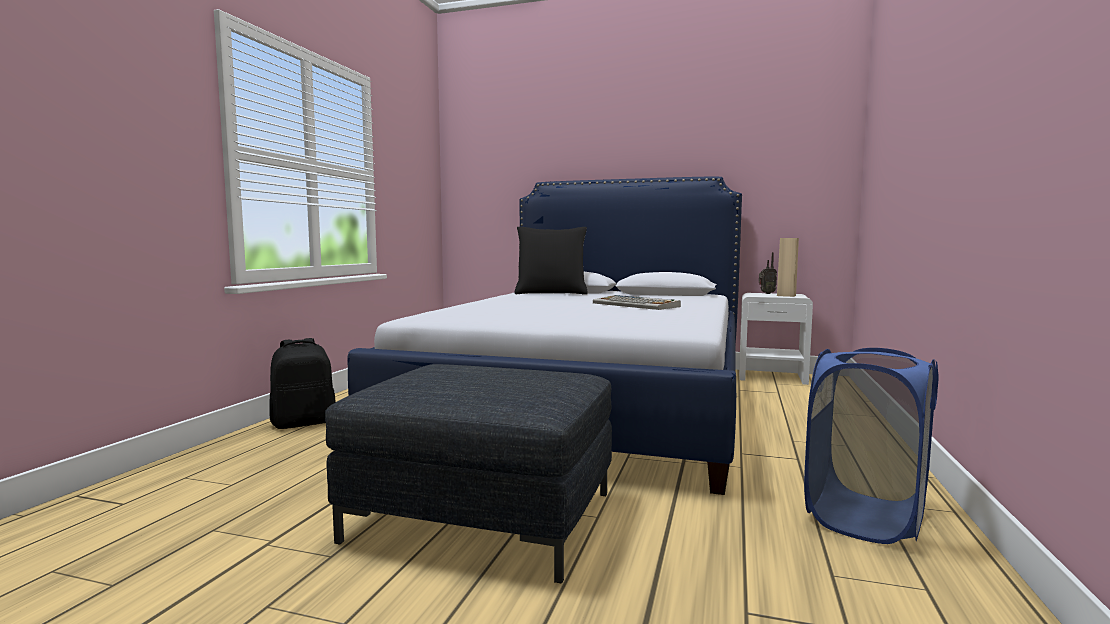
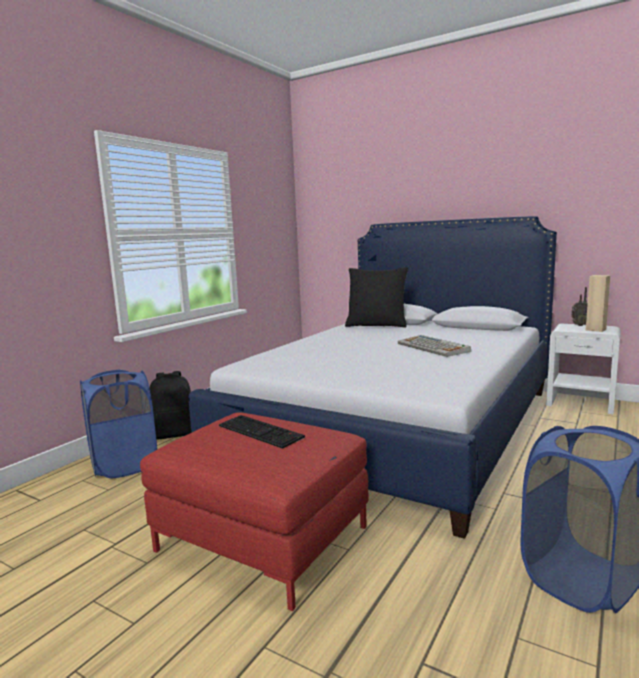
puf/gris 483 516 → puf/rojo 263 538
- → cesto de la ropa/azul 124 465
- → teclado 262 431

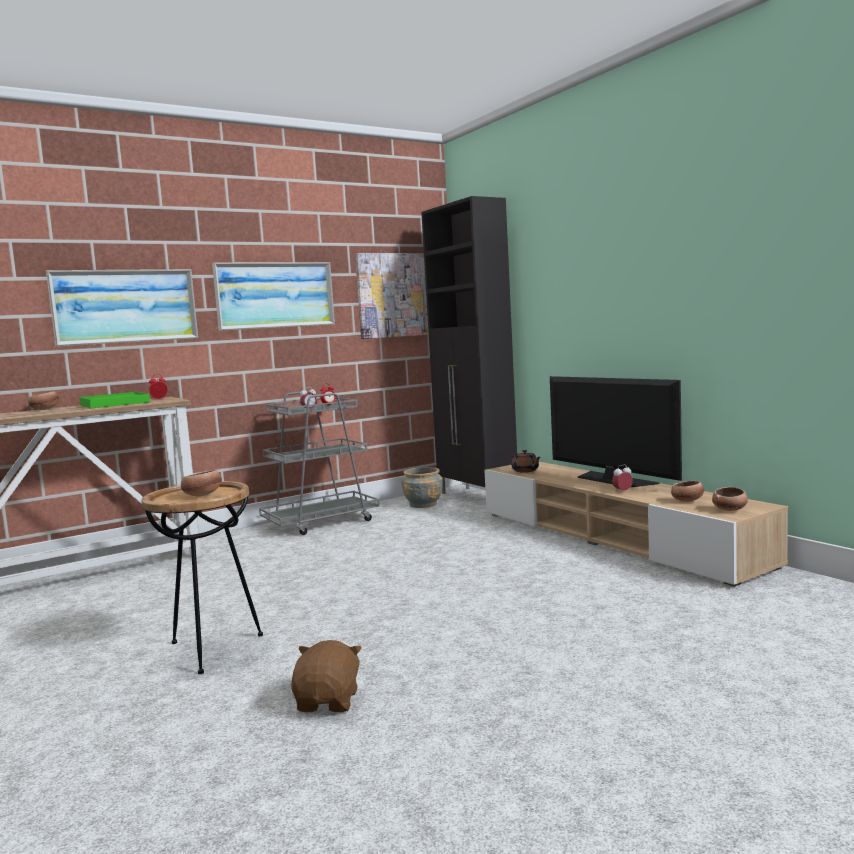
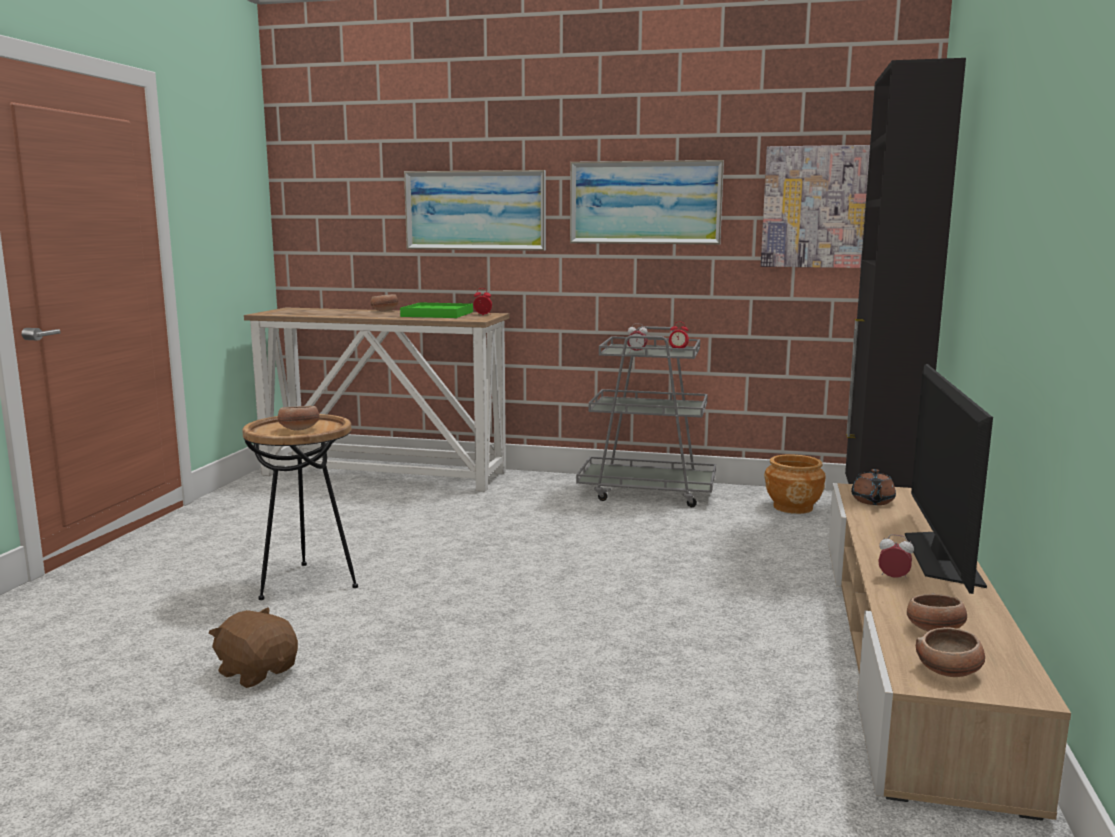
peluche/marrón 329 701 → peluche/marrón 257 671, 105 degrees counterclockwise
maceta/gris 423 504 → maceta/marrón 792 507

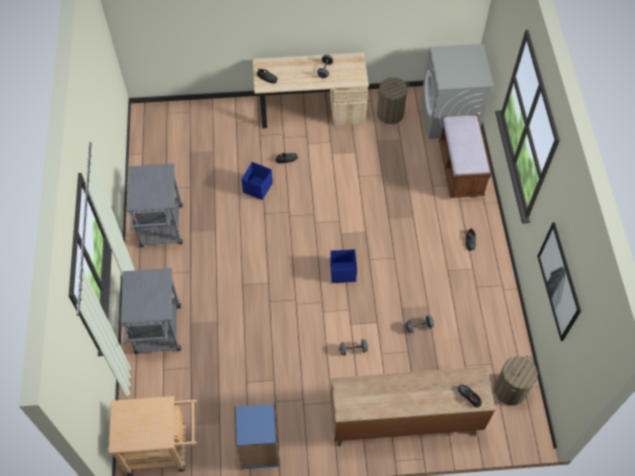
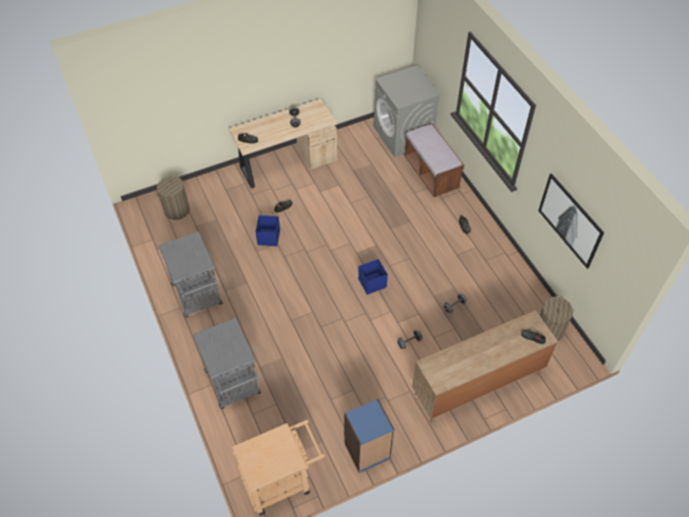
cesto de la ropa 390 114 → cesto de la ropa 177 210, move

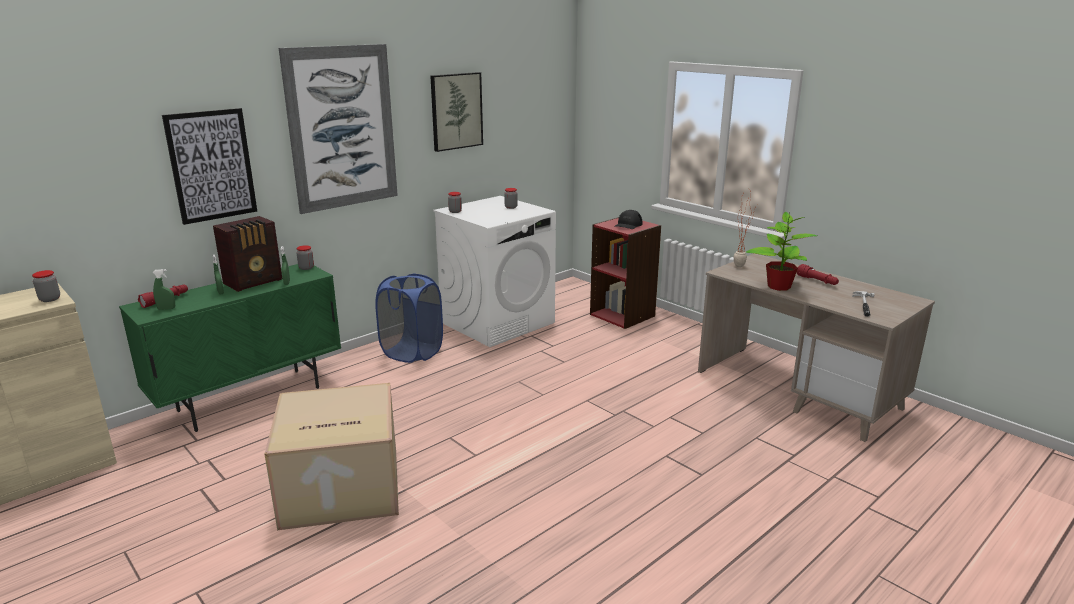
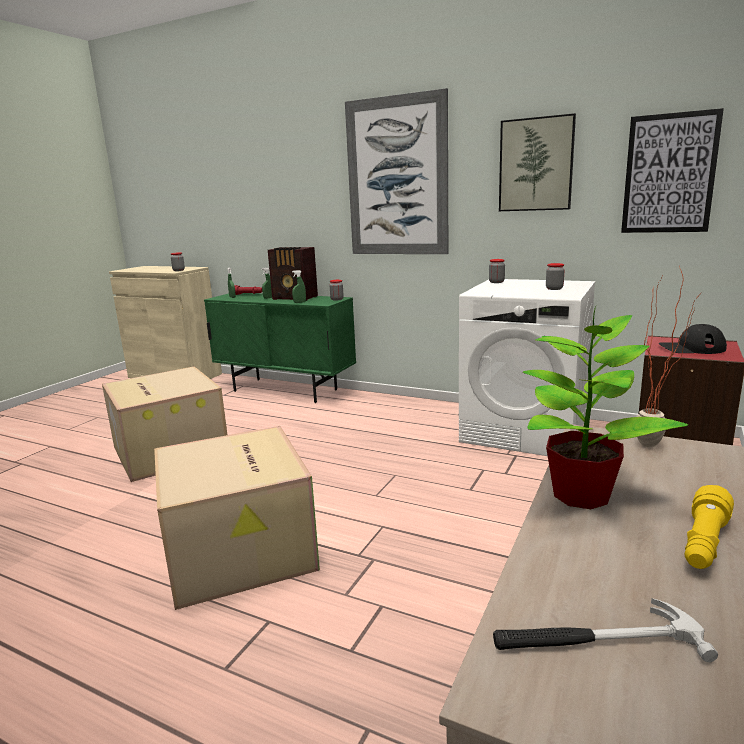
cuadro 211 165 → cuadro 669 174, move
cesto de la ropa/azul 412 352 → -
linterna/rojo 817 281 → linterna/amarillo 704 543
- → caja de cartón 241 550

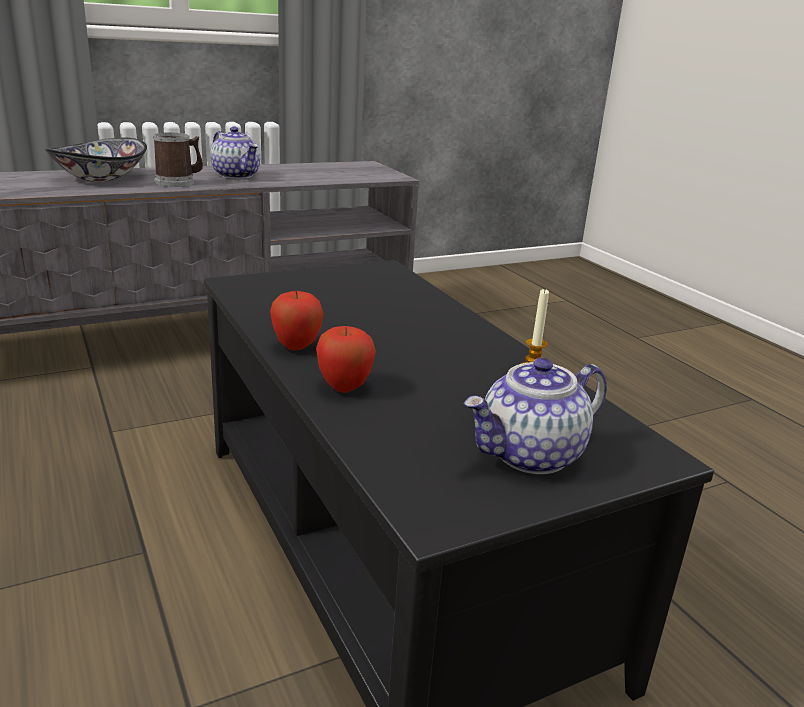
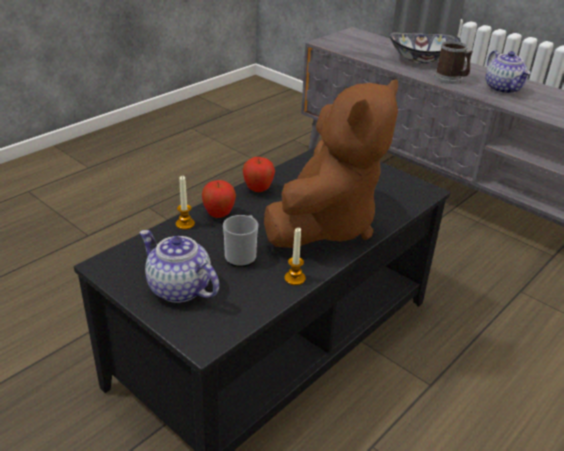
tetera 237 175 → tetera 503 89, 45 degrees counterclockwise
- → vela 185 224
- → taza grande 242 255
- → peluche/marrón 325 224

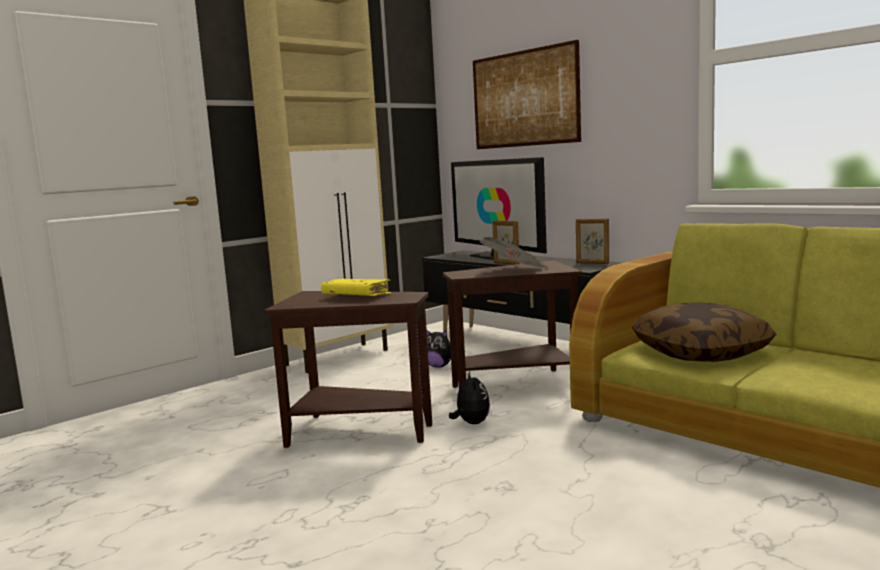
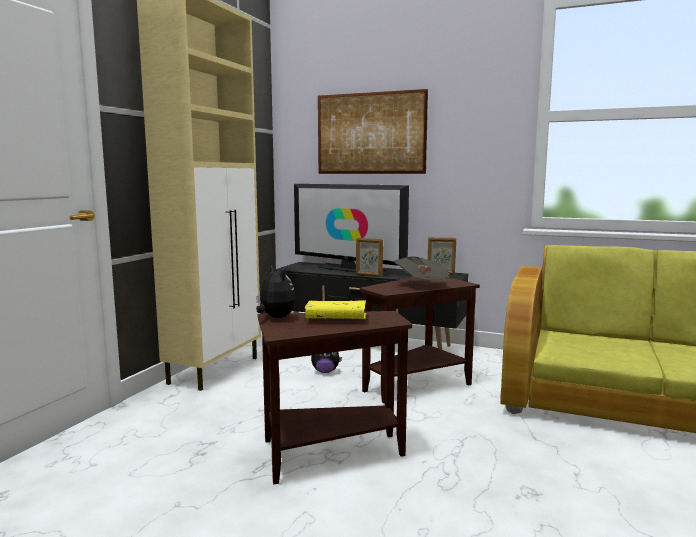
peluche 471 423 → peluche 275 318, move
cojín 701 353 → -

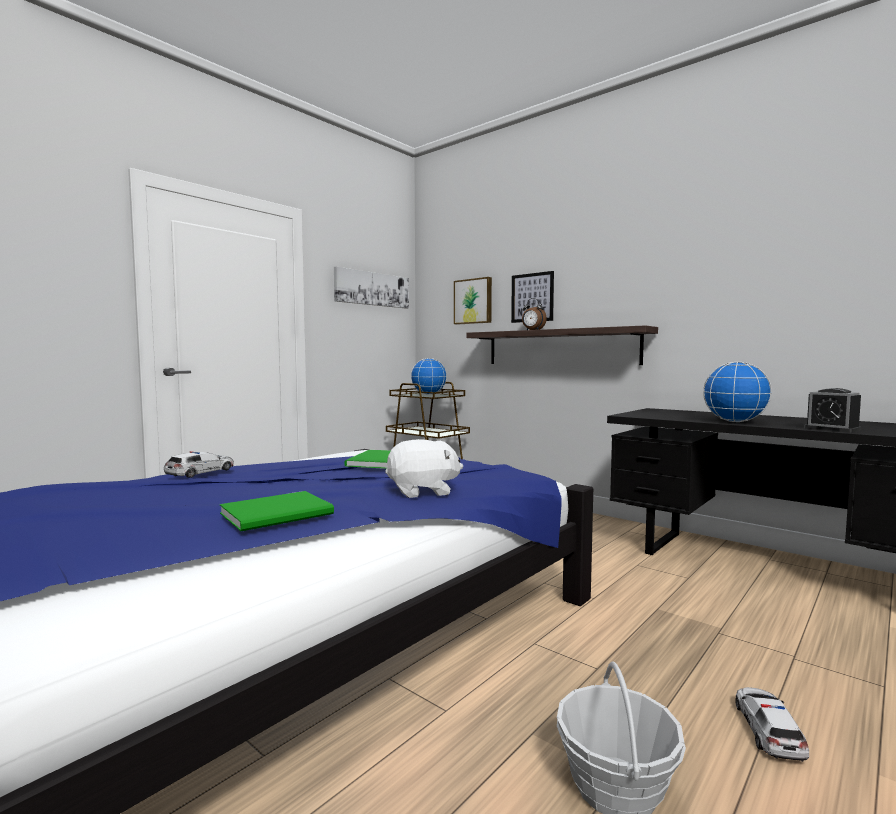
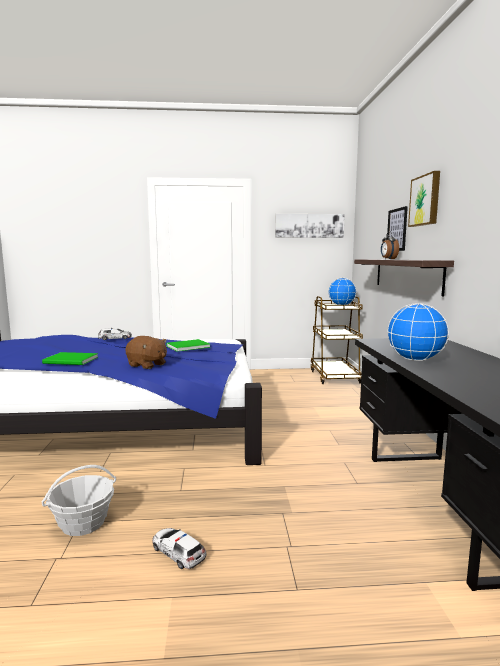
peluche/blanco 423 492 → peluche/marrón 147 365
cuadro 473 301 → cuadro 426 200, move
coche de juguete 768 730 → coche de juguete 178 552, 105 degrees counterclockwise
despertador 832 429 → -

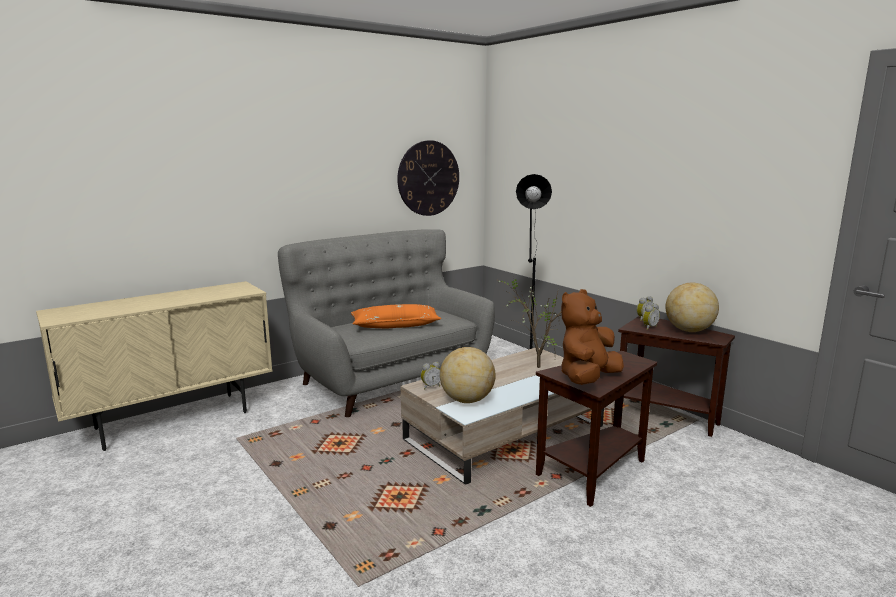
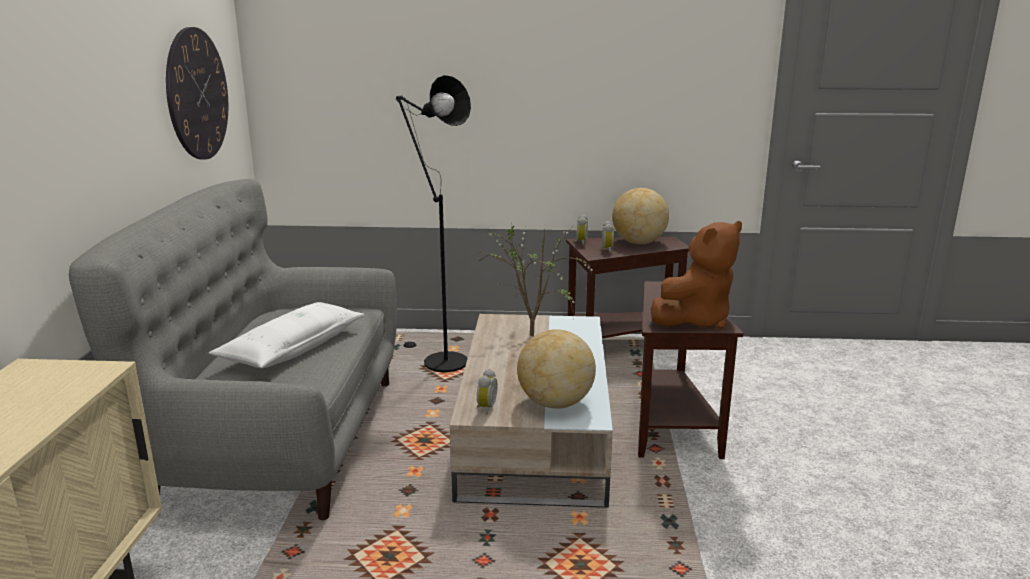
cojín/naranja 395 325 → cojín/blanco 293 348
peluche/marrón 587 379 → peluche/marrón 695 320, 120 degrees counterclockwise

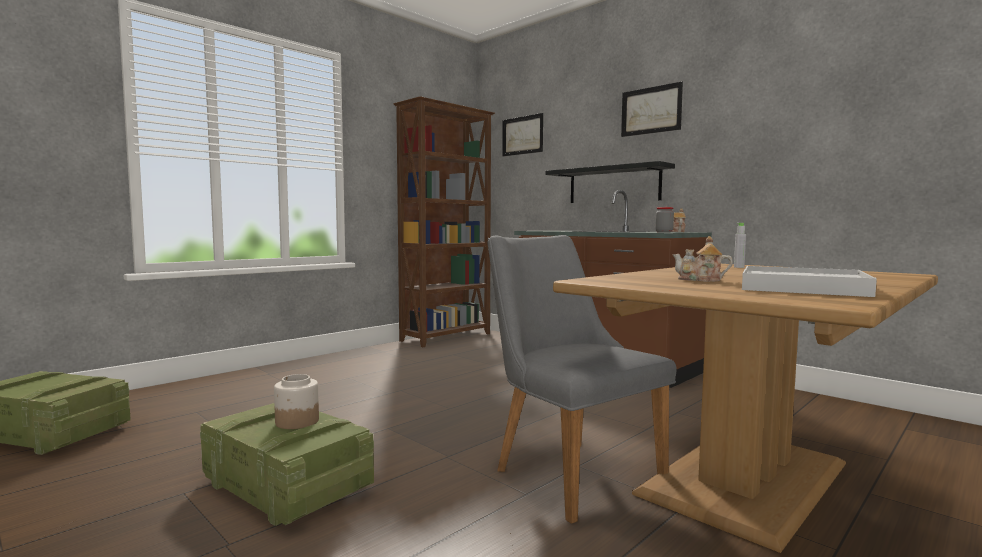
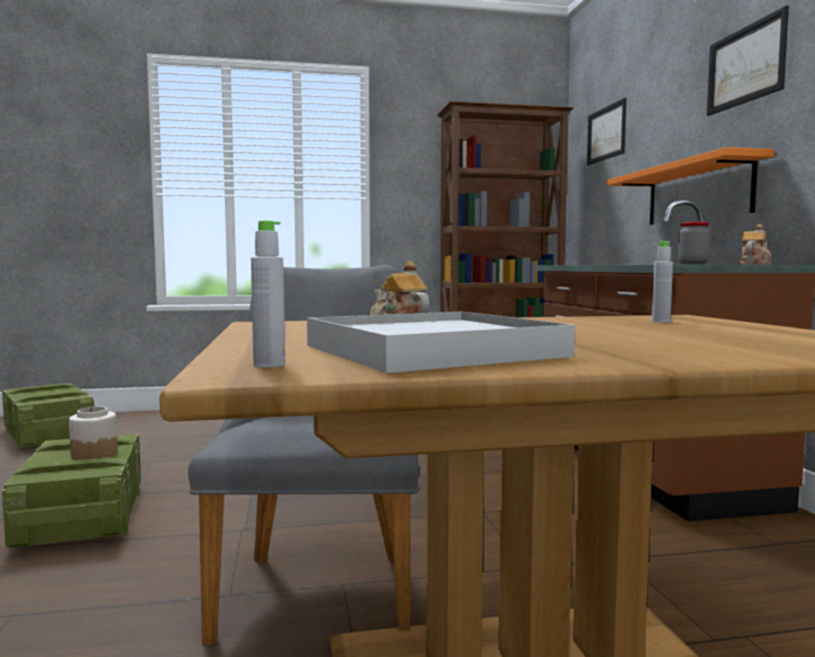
estante/negro 613 185 → estante/naranja 697 193
- → botella/gris 269 365

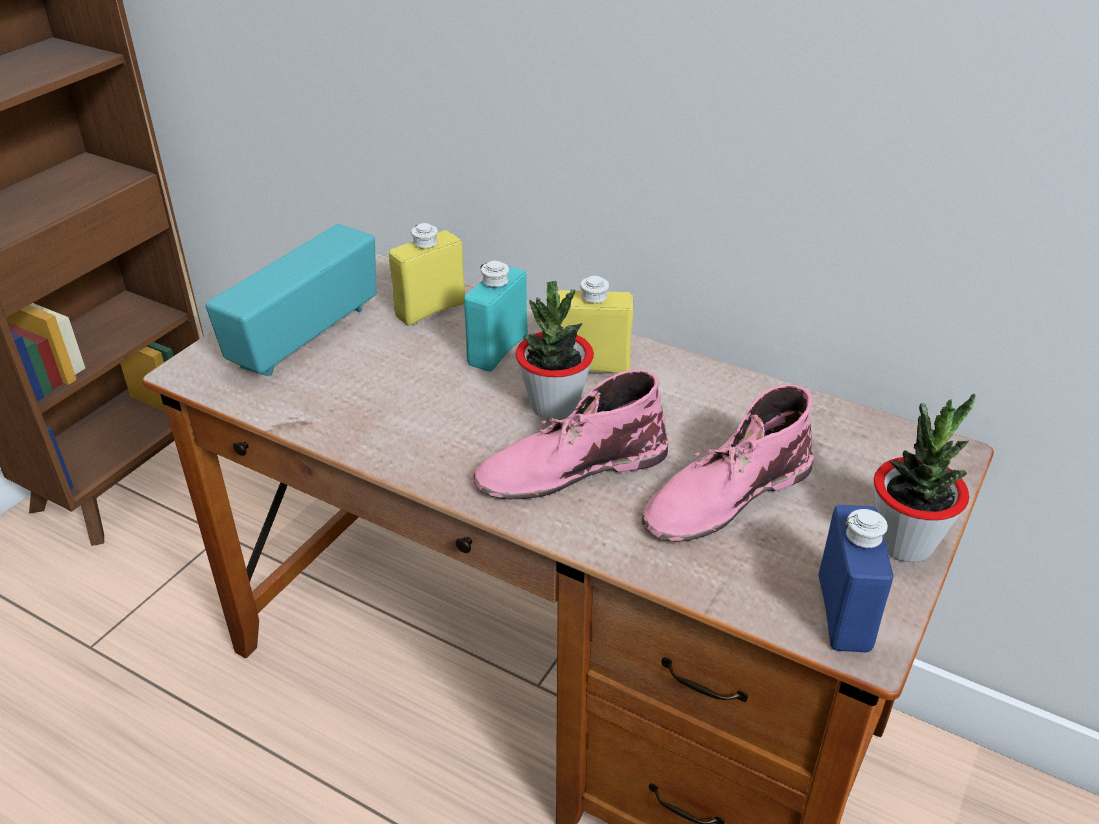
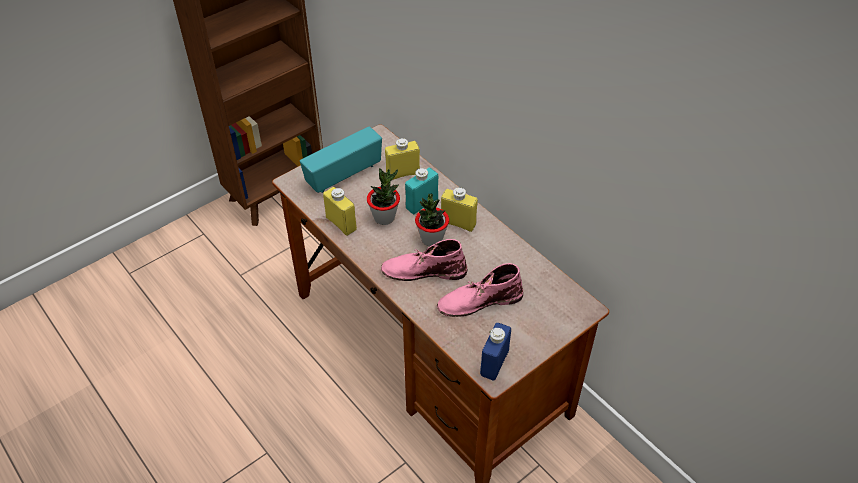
planta en maceta 905 542 → planta en maceta 384 217, move
- → botella/amarillo 341 223

